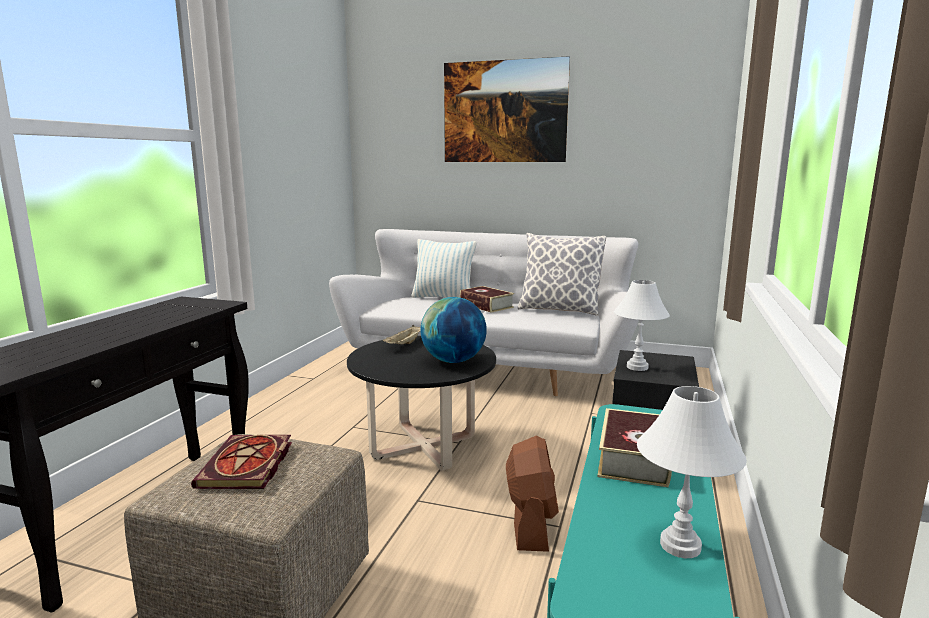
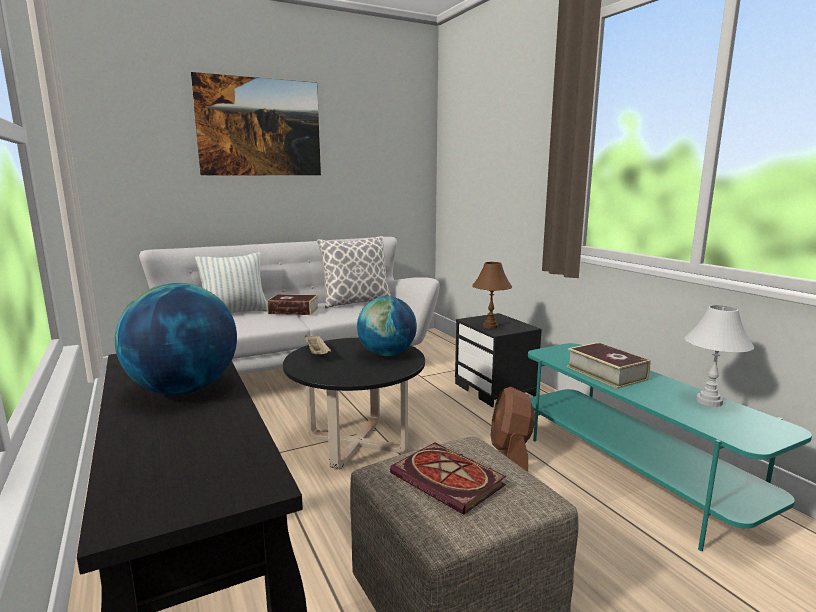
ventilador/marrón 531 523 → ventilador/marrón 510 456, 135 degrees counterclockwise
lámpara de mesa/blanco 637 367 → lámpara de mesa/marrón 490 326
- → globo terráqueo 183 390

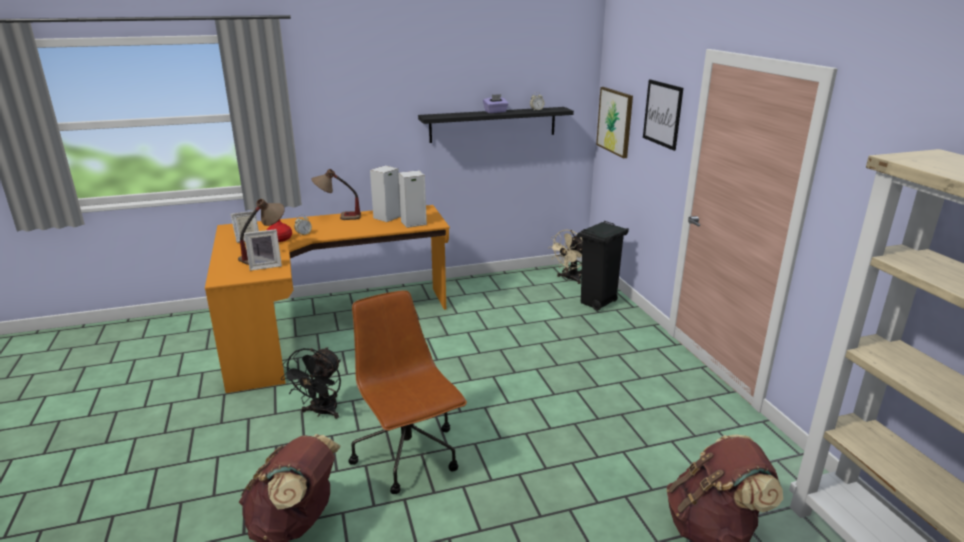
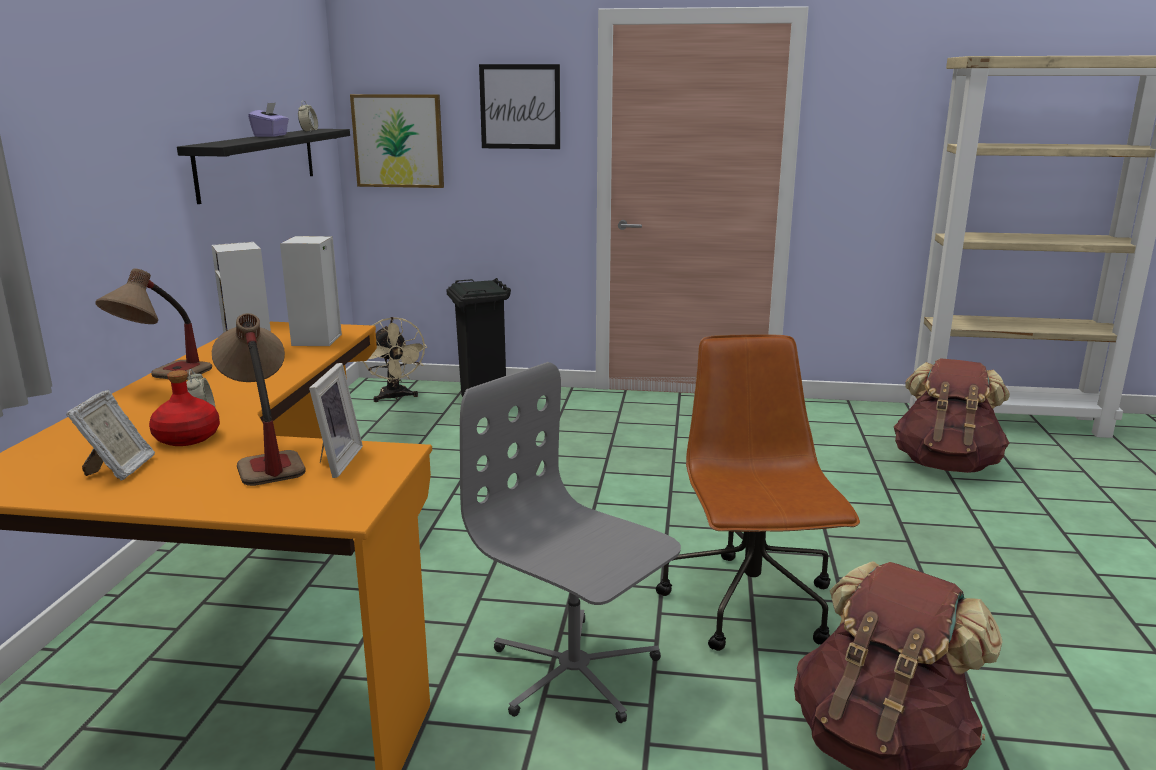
ventilador/negro 321 412 → silla de oficina/gris 573 672
silla de oficina/marrón 408 456 → silla de oficina/marrón 751 606, 90 degrees clockwise

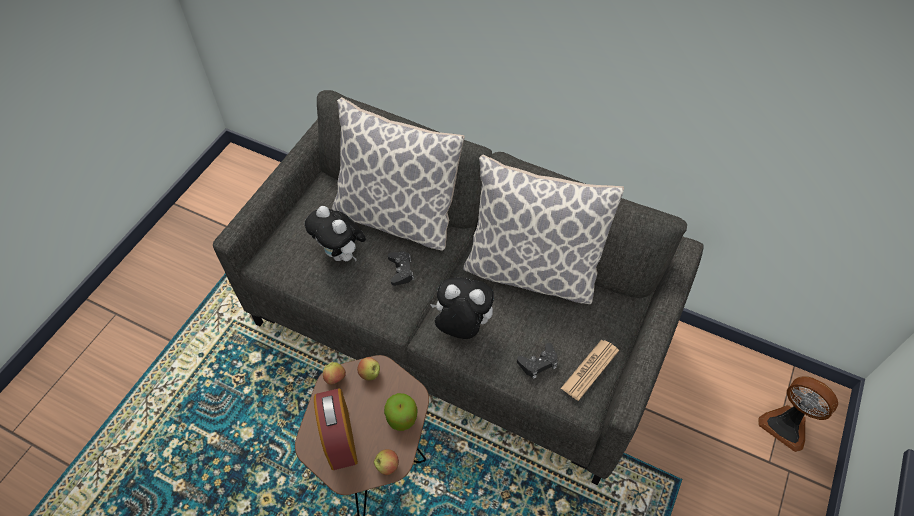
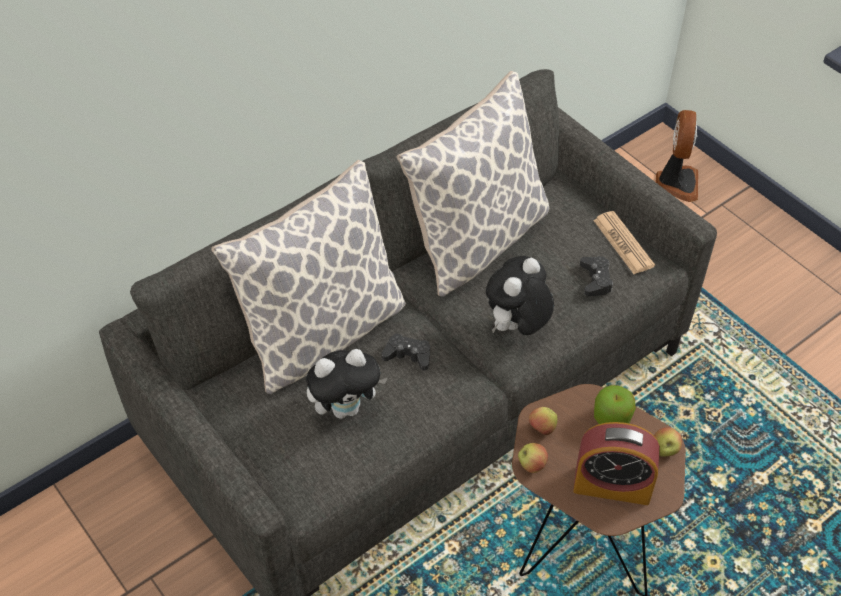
ventilador 786 425 → ventilador 676 183, 60 degrees counterclockwise

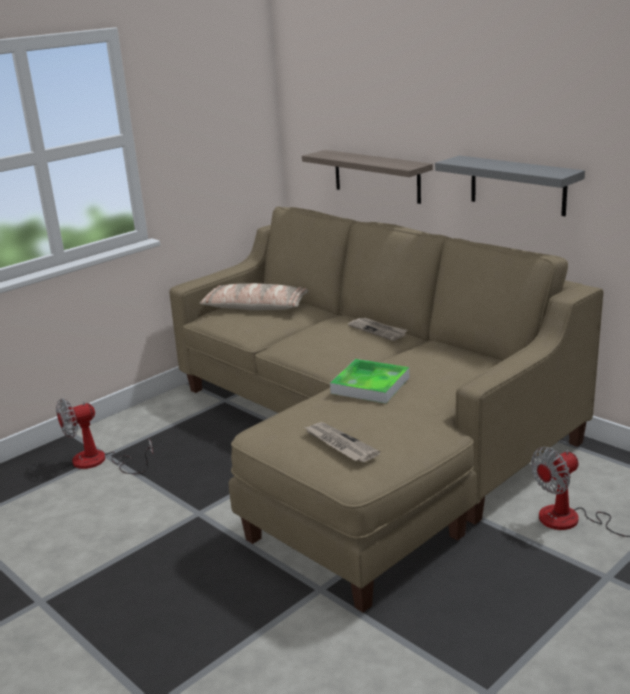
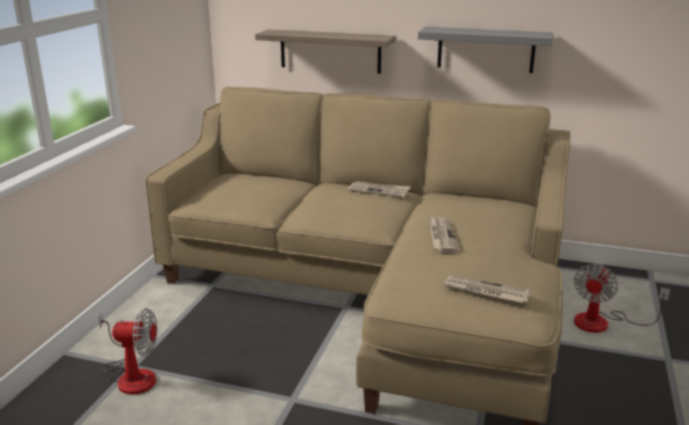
ventilador 99 462 → ventilador 132 375, 120 degrees counterclockwise
cojín 255 308 → -
bandeja 370 385 → periódico 441 236

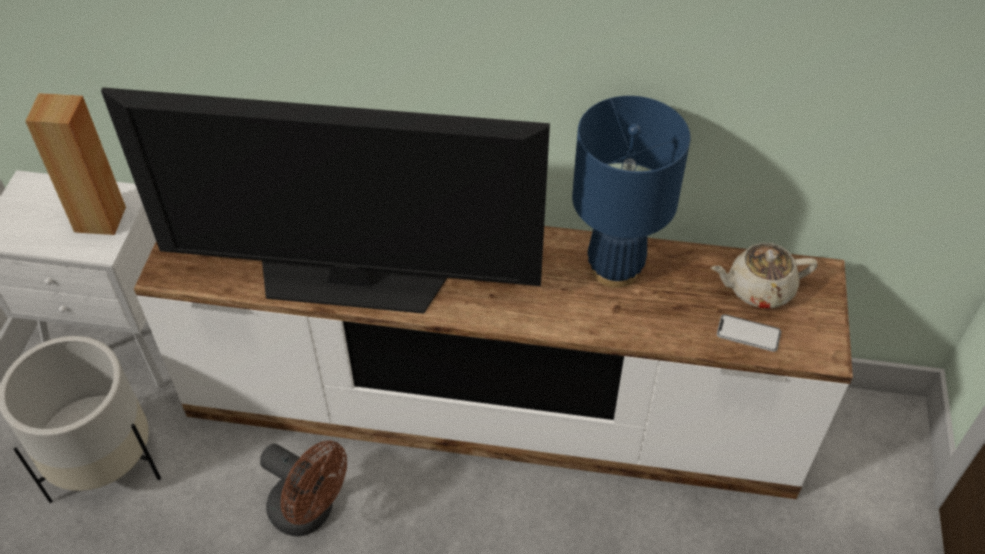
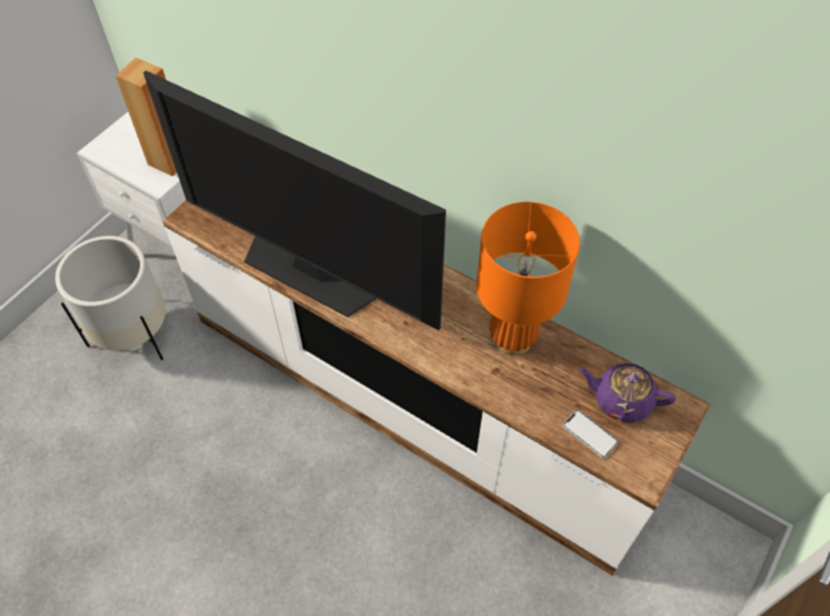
ventilador/marrón 310 512 → -
lámpara de mesa/azul 615 269 → lámpara de mesa/naranja 512 338
tetera/beis 758 289 → tetera/morado 621 400

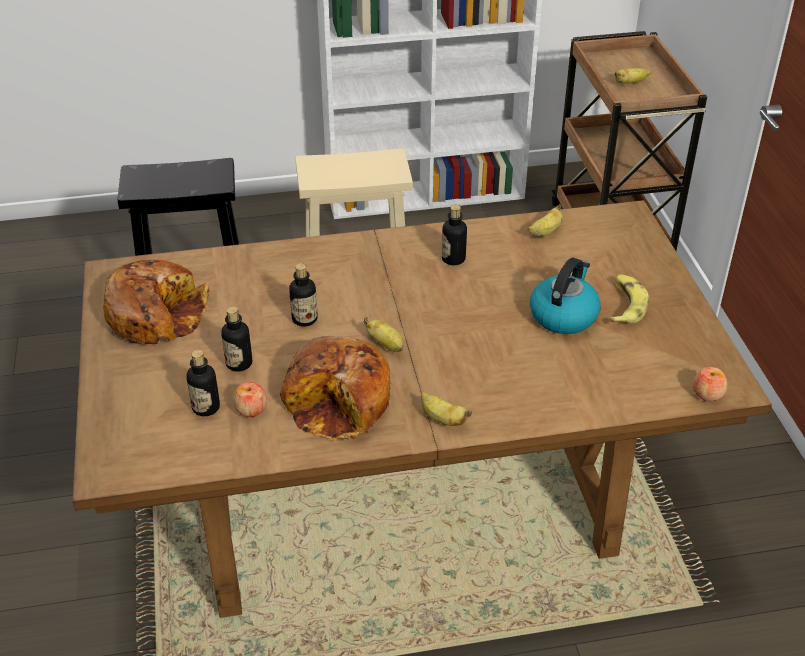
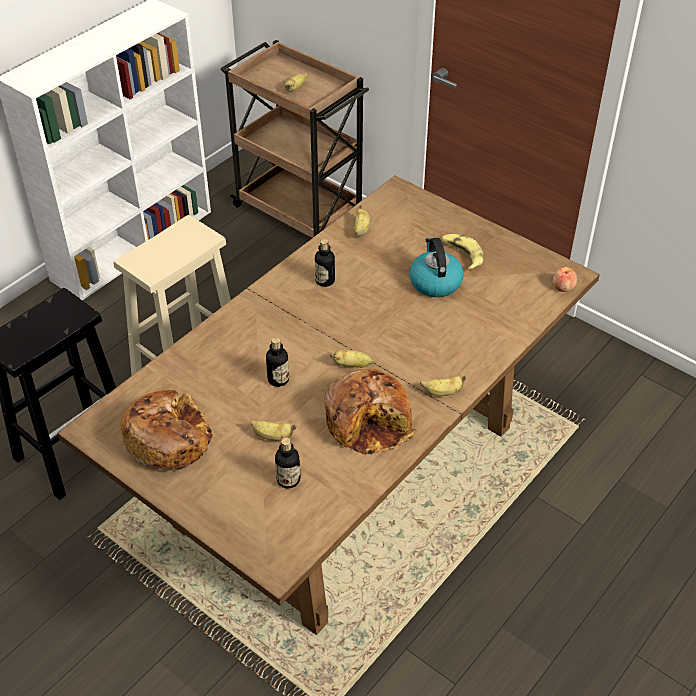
botella 239 363 → plátano 272 436
manzana 251 409 → -

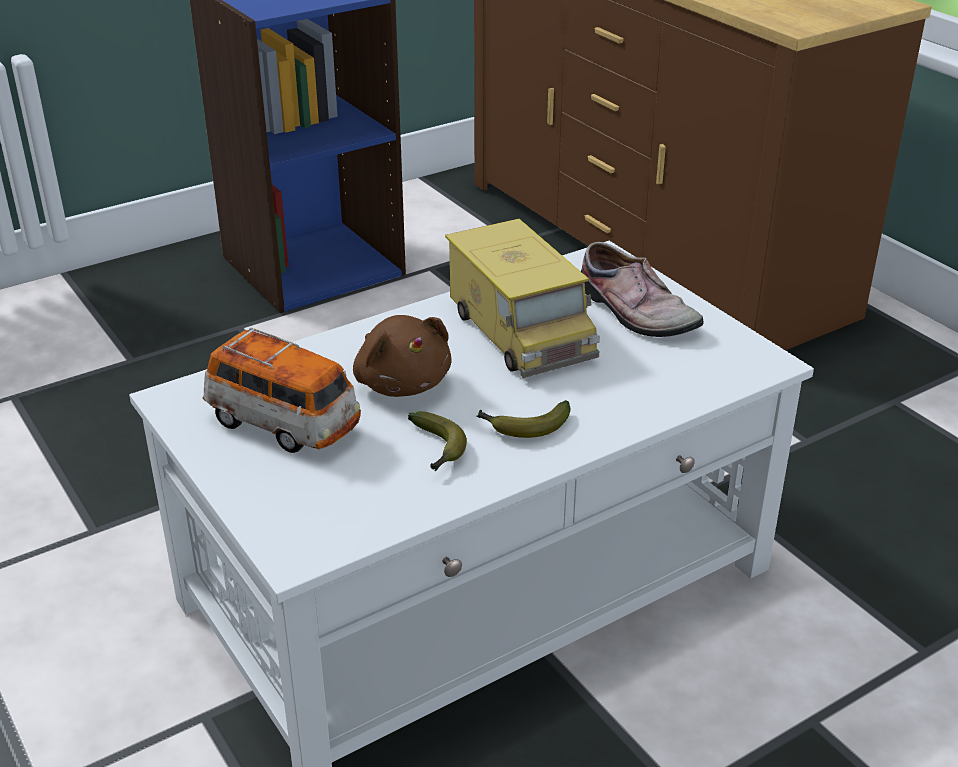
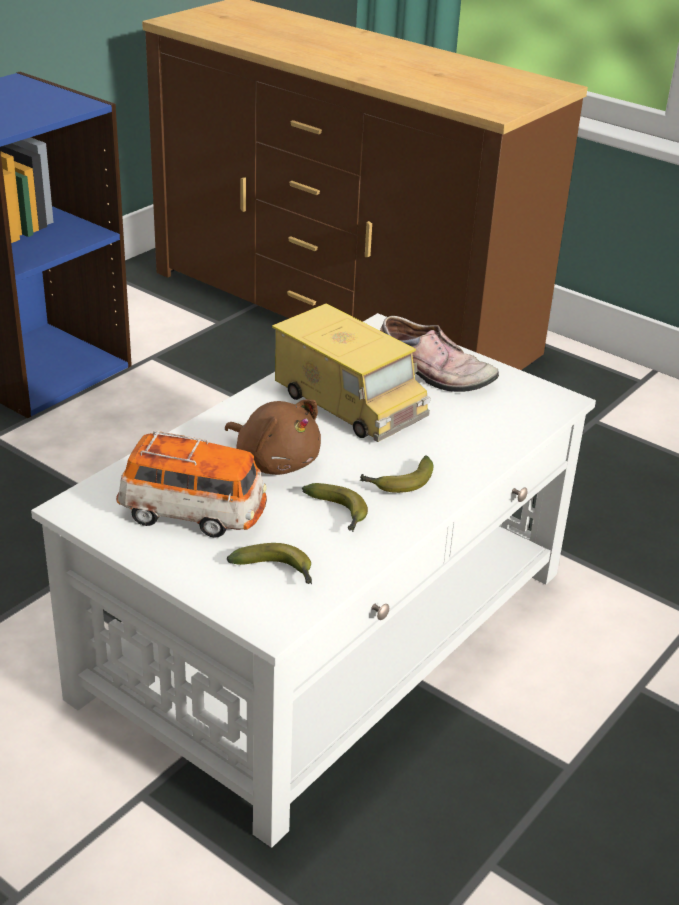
- → plátano 277 572

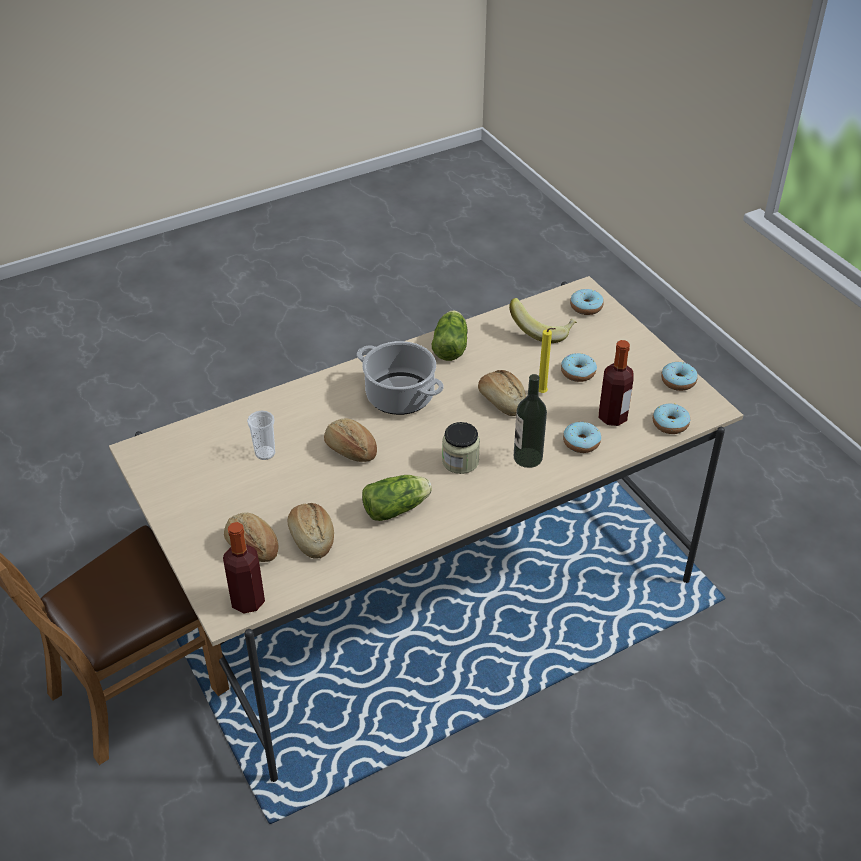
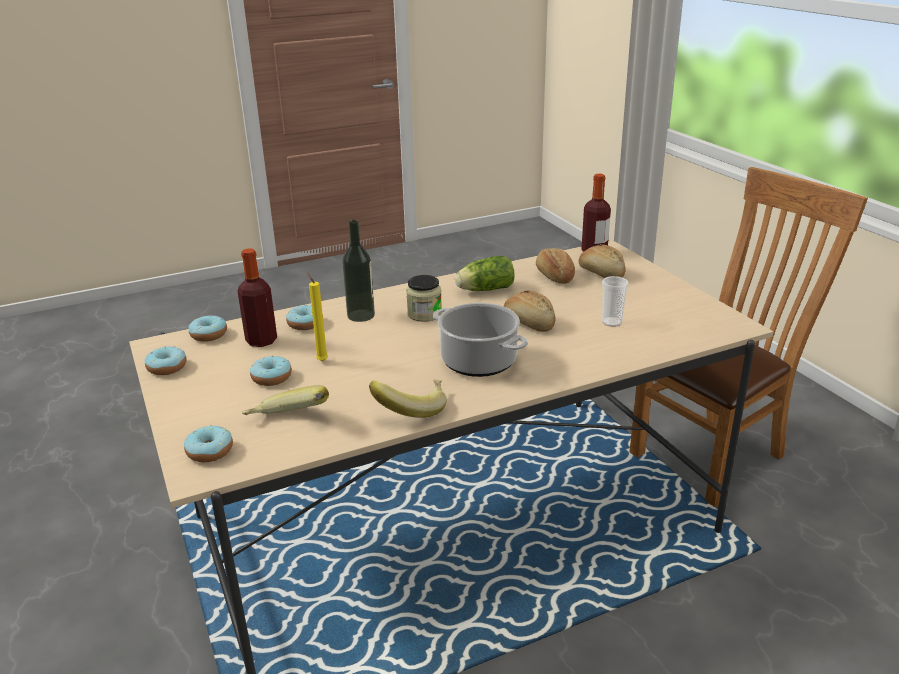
lechuga 451 345 → plátano 411 409
pan 502 401 → -

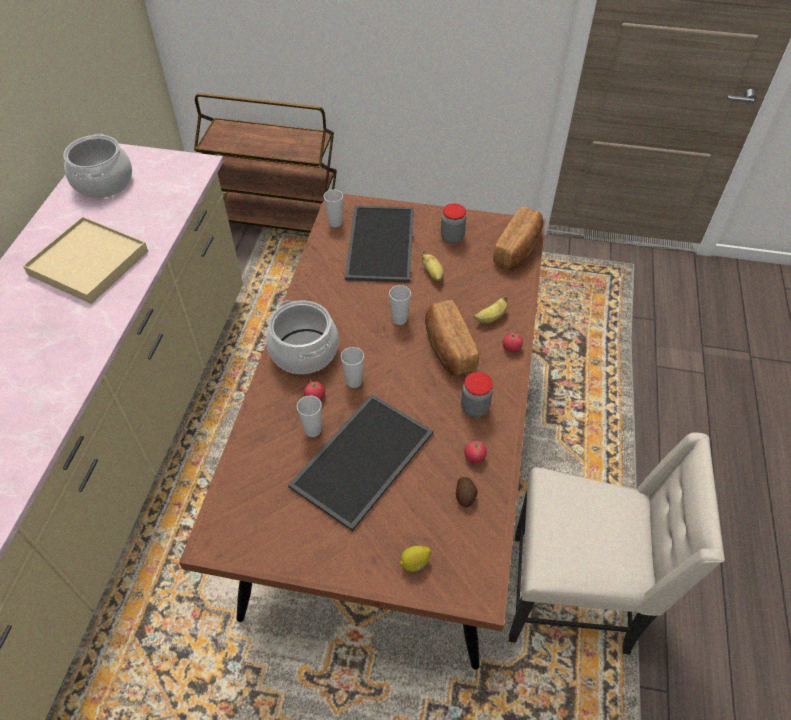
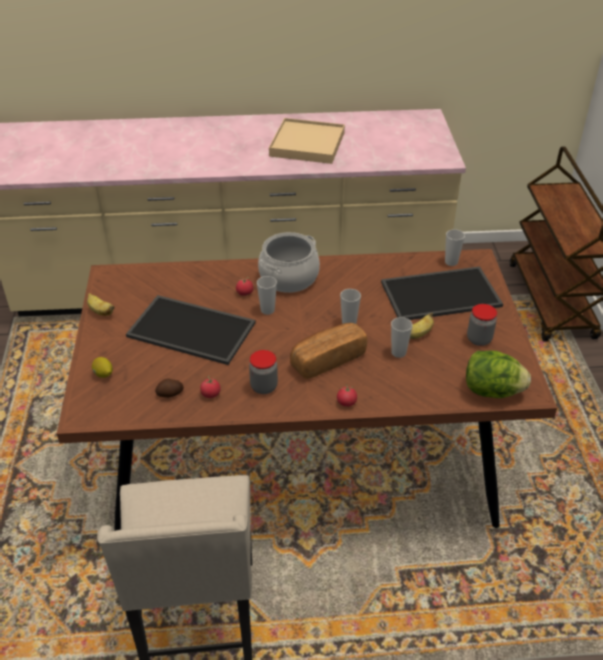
olla 104 182 → -
taza 313 430 → taza 398 352, move
plátano 490 318 → plátano 100 311, move
pan 518 249 → lechuga 491 391

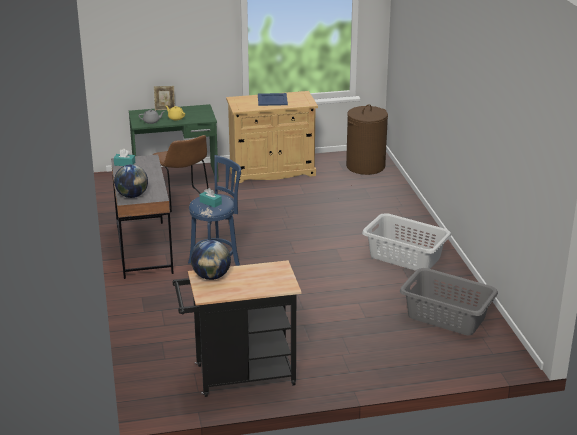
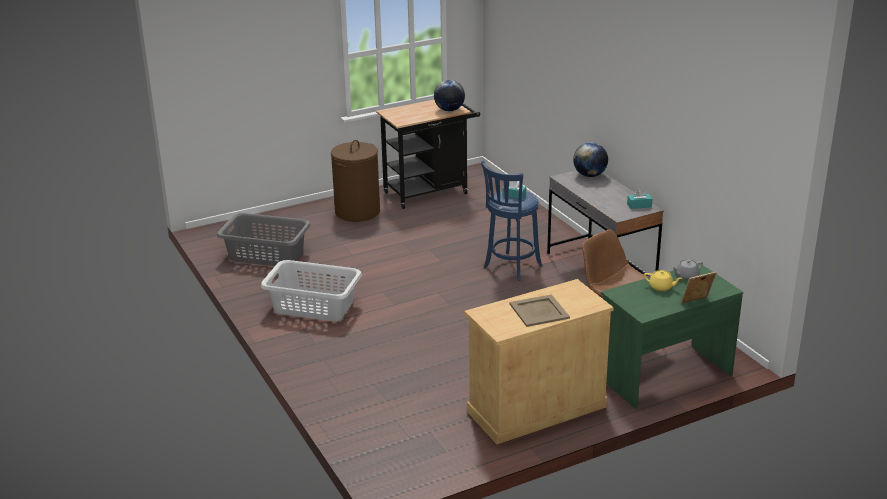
bandeja/azul 272 100 → bandeja/beis 539 311
cesto de la ropa/marrón 365 166 → cesto de la ropa/marrón 357 212, move

